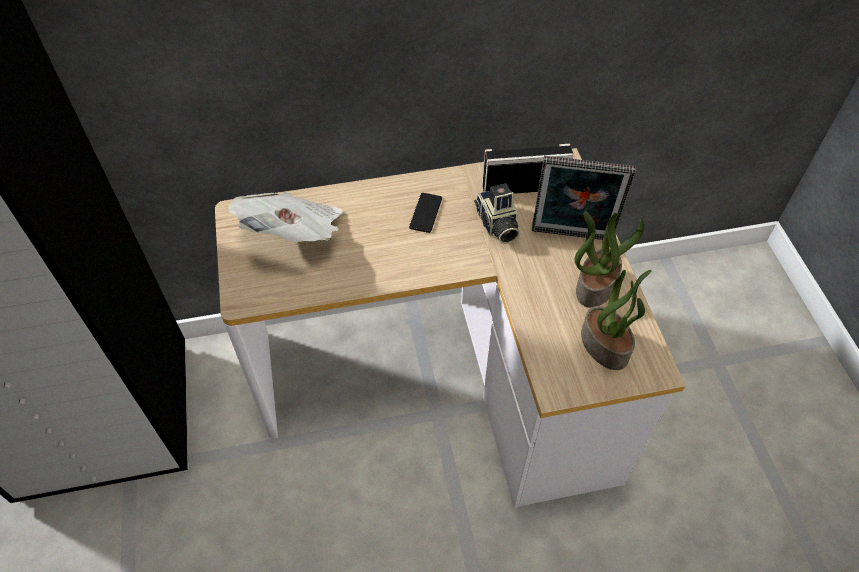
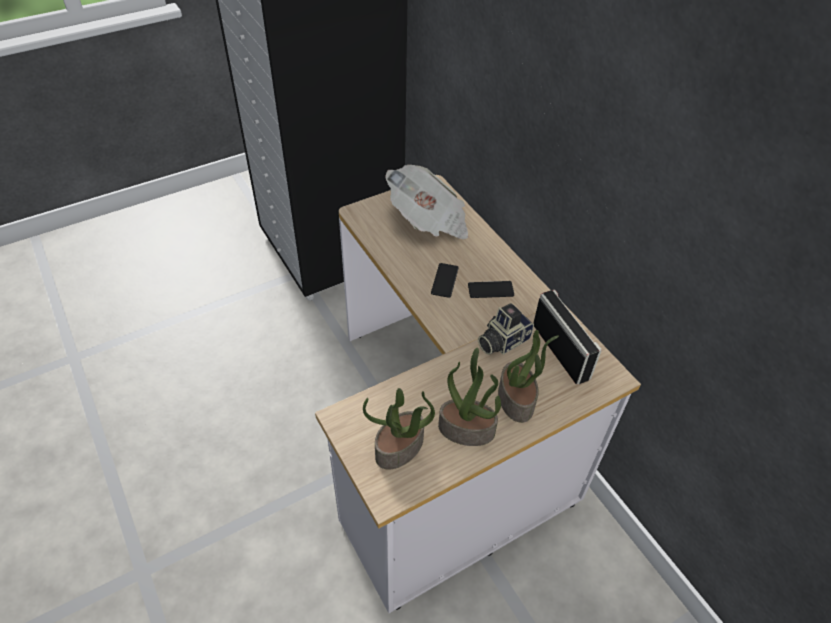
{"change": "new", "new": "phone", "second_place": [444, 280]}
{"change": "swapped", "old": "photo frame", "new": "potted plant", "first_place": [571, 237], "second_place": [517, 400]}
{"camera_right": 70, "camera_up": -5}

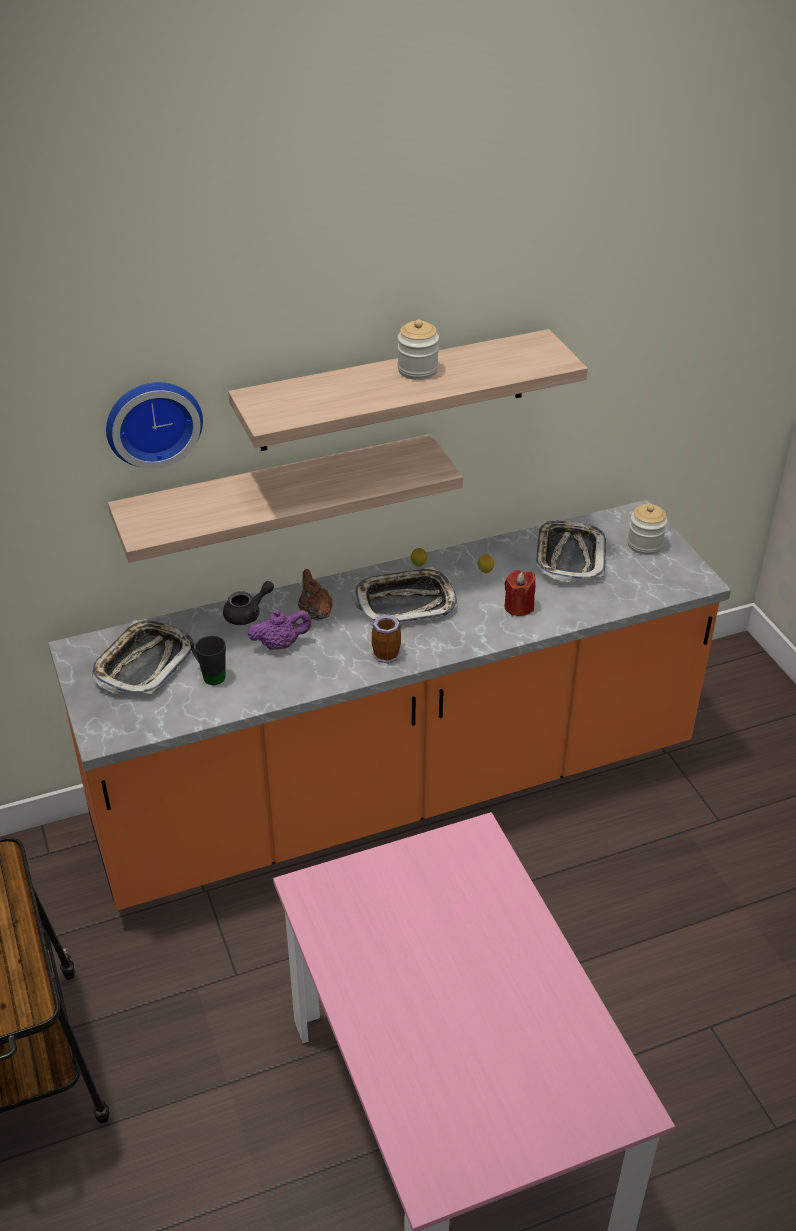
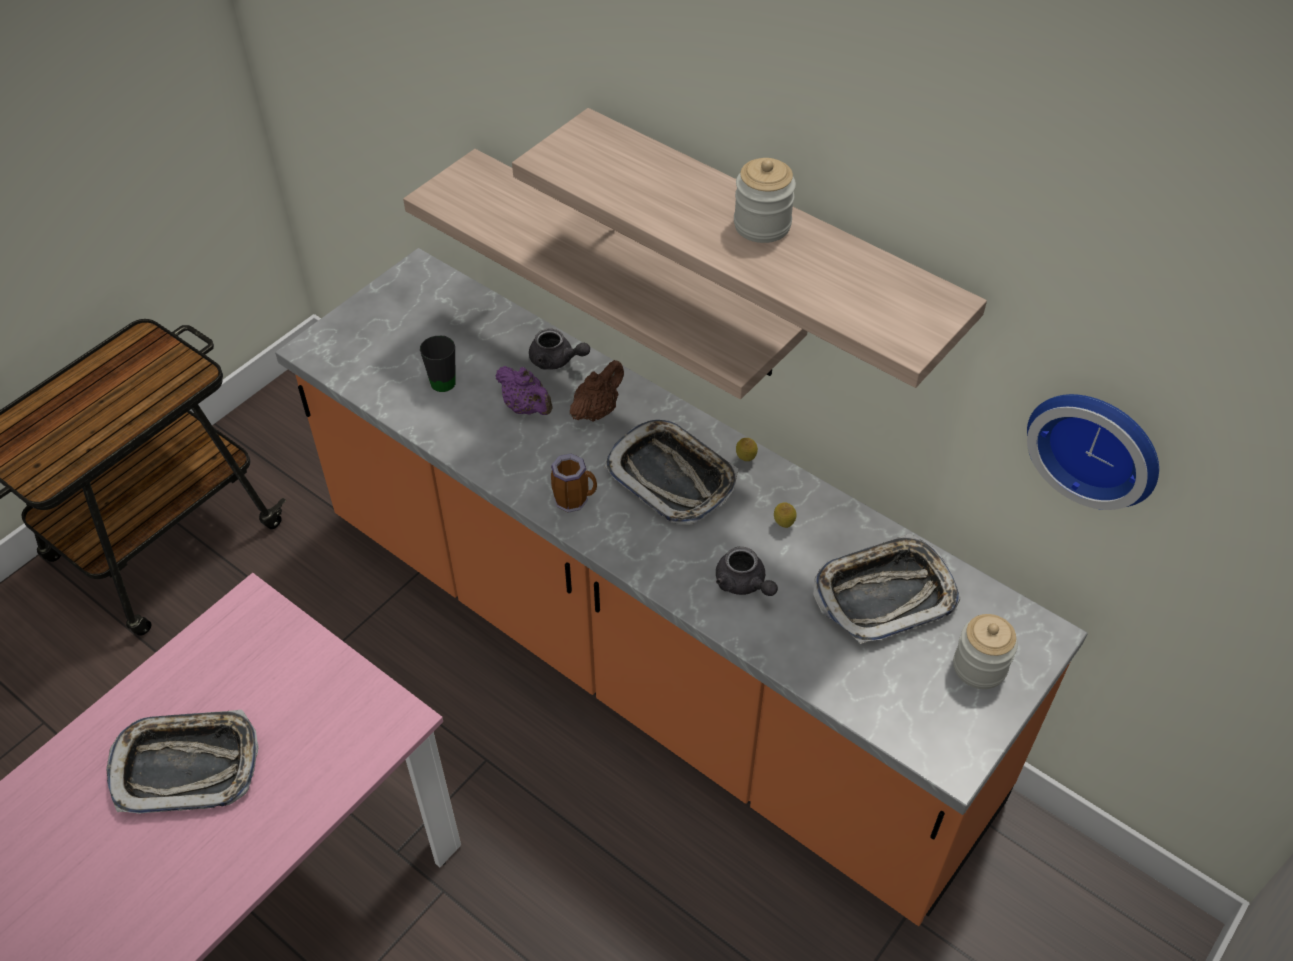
{"change": "shifted", "old": "carrying tray", "first_place": [144, 663], "second_place": [186, 766]}
{"change": "shifted", "old": "clock on the wall", "first_place": [152, 421], "second_place": [1097, 444]}
{"change": "swapped", "old": "candle (reddish)", "new": "teapot (grey)", "first_place": [519, 607], "second_place": [744, 584]}
{"camera_right": 60, "camera_up": 10}

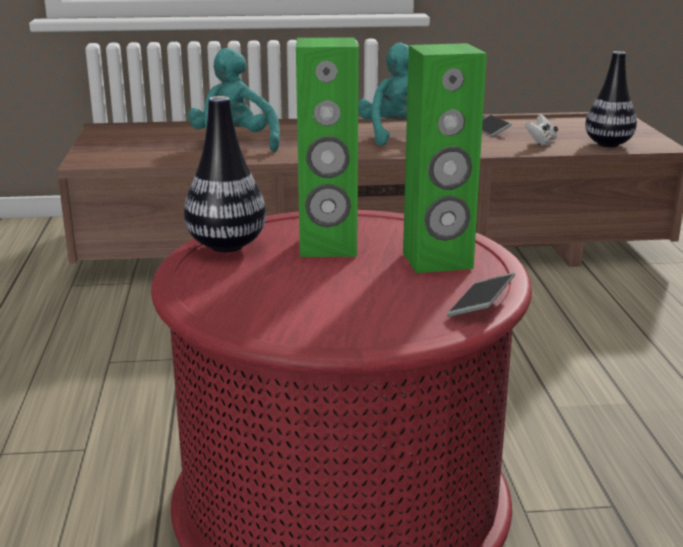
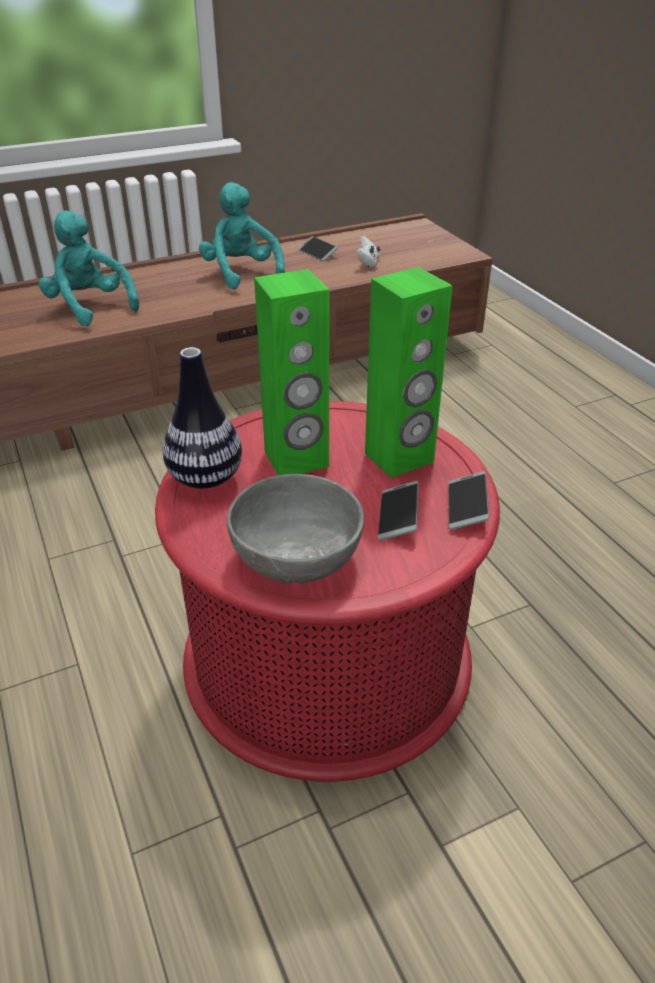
{"change": "gone", "old": "decorative vase", "first_place": [608, 144]}
{"change": "new", "new": "deep dish (grey)", "second_place": [297, 554]}
{"change": "new", "new": "phone", "second_place": [398, 517]}
{"camera_right": -20, "camera_up": 15}

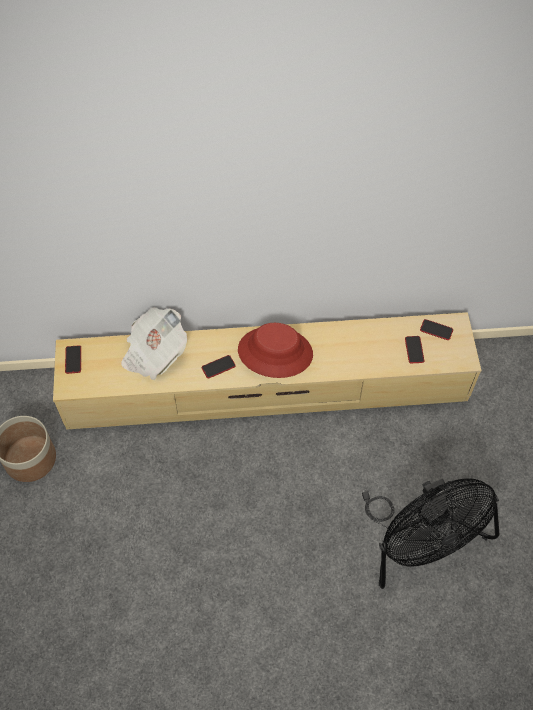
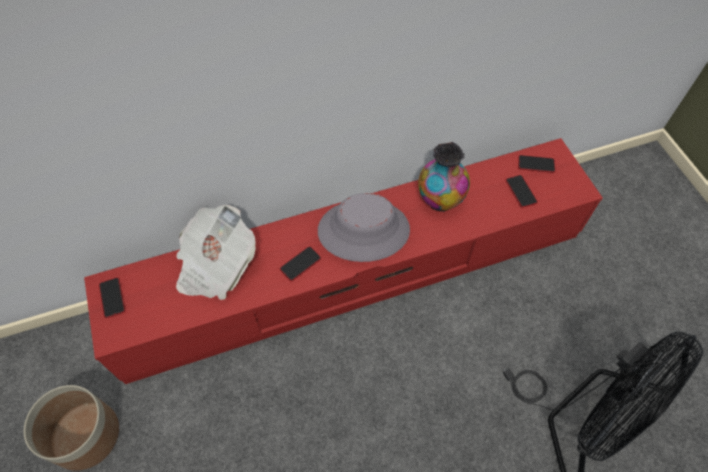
{"change": "new", "new": "decorative vase", "second_place": [439, 200]}
{"change": "repainted", "old": "tv stand (beige)", "new": "tv stand (reddish)", "first_place": [266, 387], "second_place": [353, 273]}
{"change": "repainted", "old": "clothing hat (reddish)", "new": "clothing hat (grey)", "first_place": [275, 352], "second_place": [363, 230]}
{"camera_right": -15, "camera_up": 0}

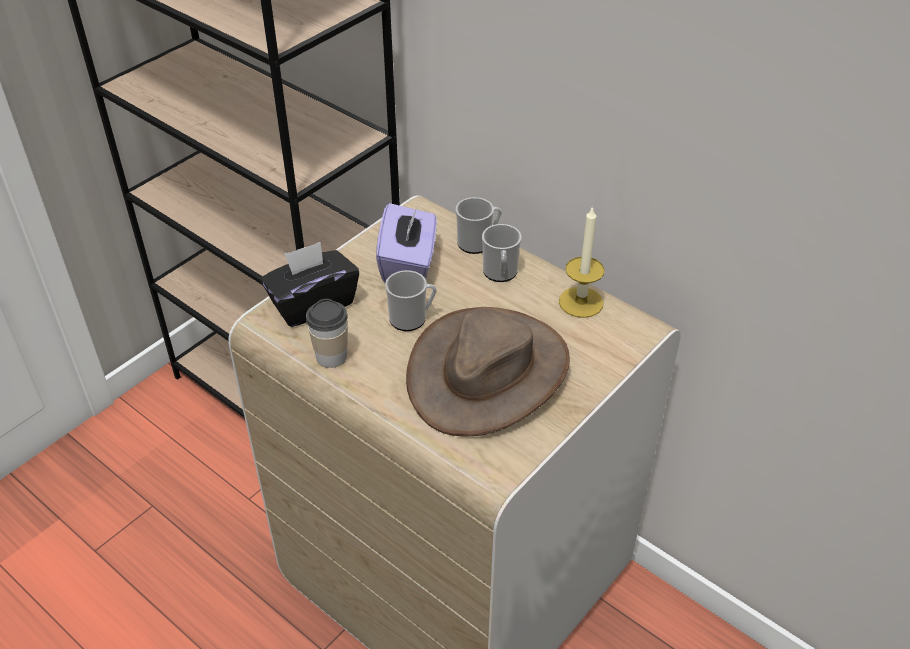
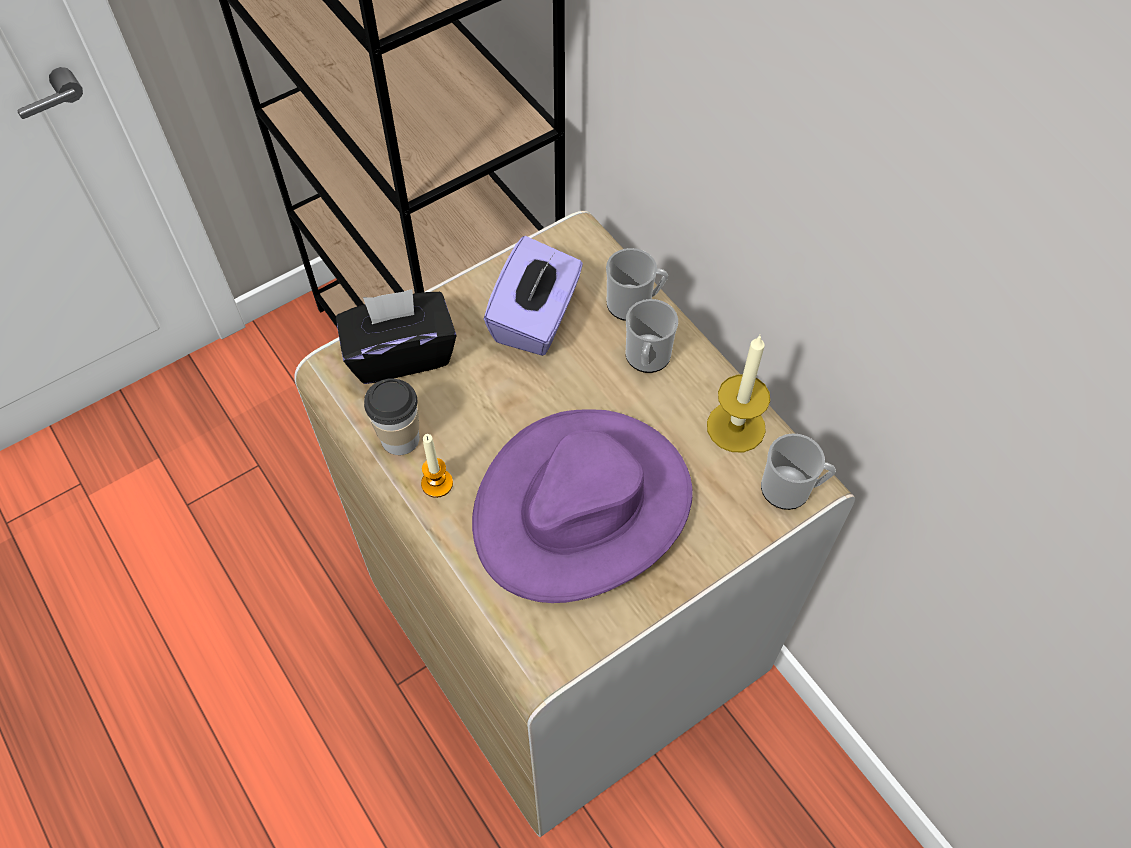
{"change": "new", "new": "candle", "second_place": [437, 483]}
{"change": "shifted", "old": "coffee mug", "first_place": [412, 318], "second_place": [791, 489]}
{"change": "repainted", "old": "clothing hat (brownish)", "new": "clothing hat (purplish)", "first_place": [487, 372], "second_place": [582, 506]}
{"camera_right": 15, "camera_up": 15}

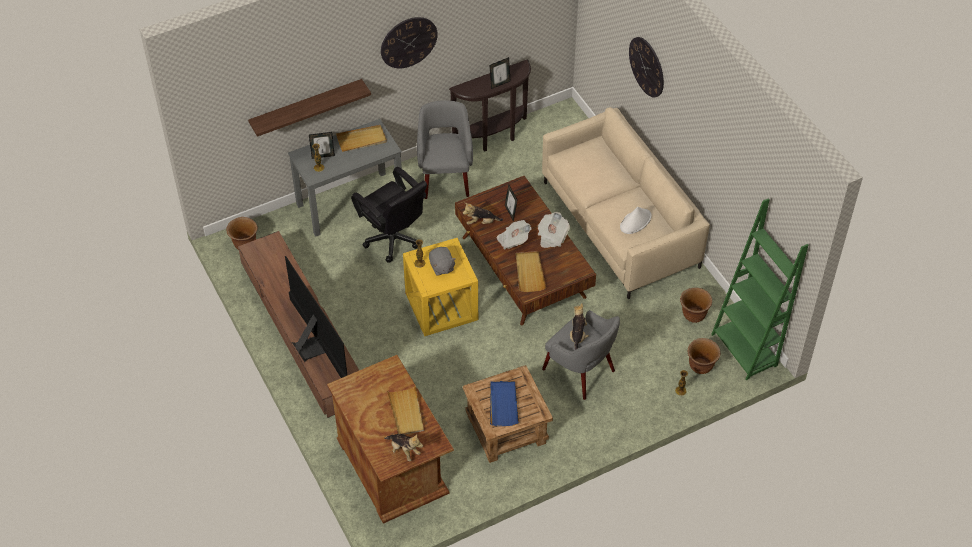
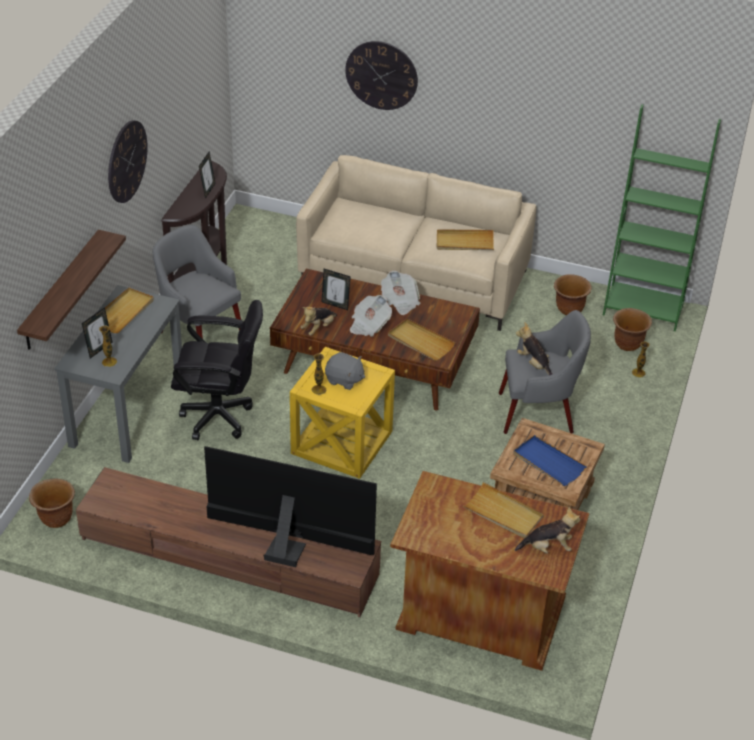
{"change": "swapped", "old": "clothing hat (white)", "new": "carrying tray (beige)", "first_place": [635, 221], "second_place": [464, 242]}
{"camera_right": -45, "camera_up": -10}

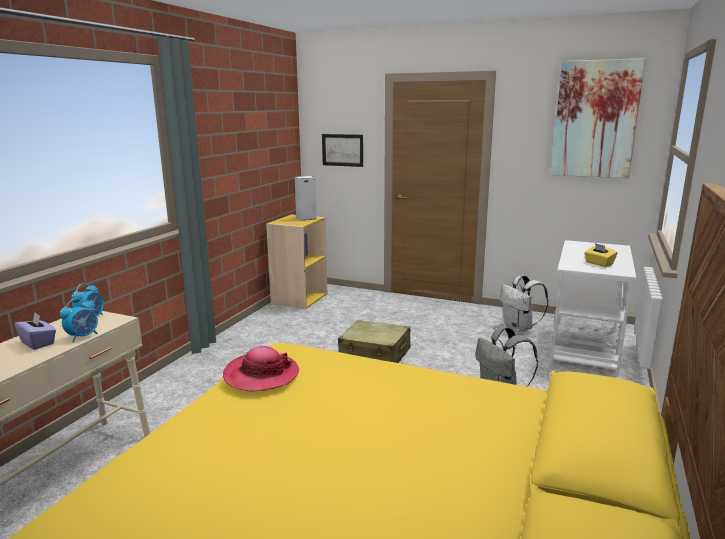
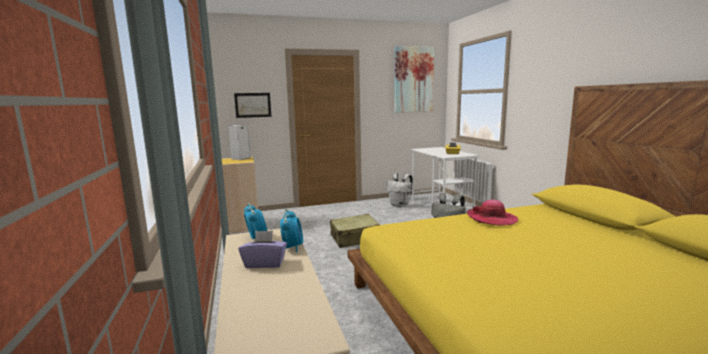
{"change": "shifted", "old": "clothing hat", "first_place": [261, 375], "second_place": [491, 219]}
{"camera_right": -40, "camera_up": -5}

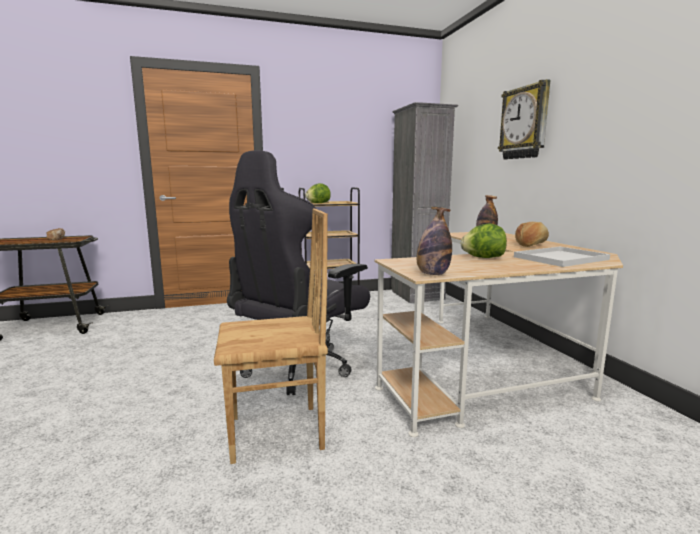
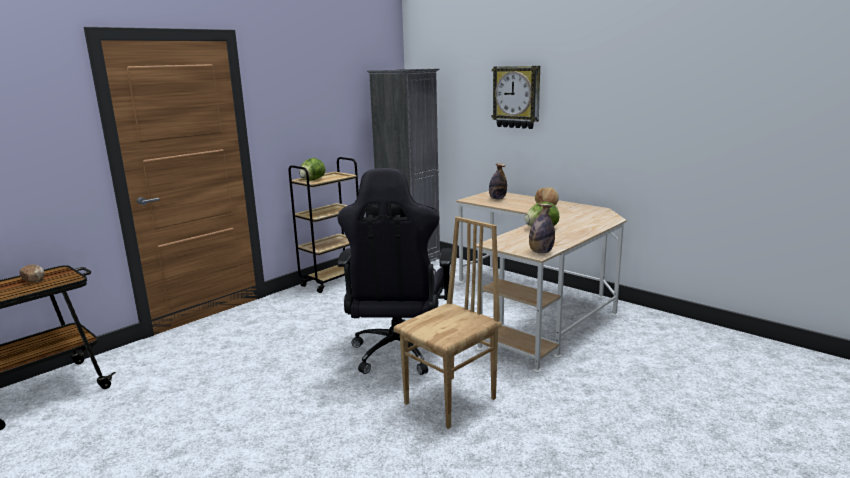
{"change": "gone", "old": "carrying tray (white)", "first_place": [560, 258]}
{"camera_right": -30, "camera_up": 5}

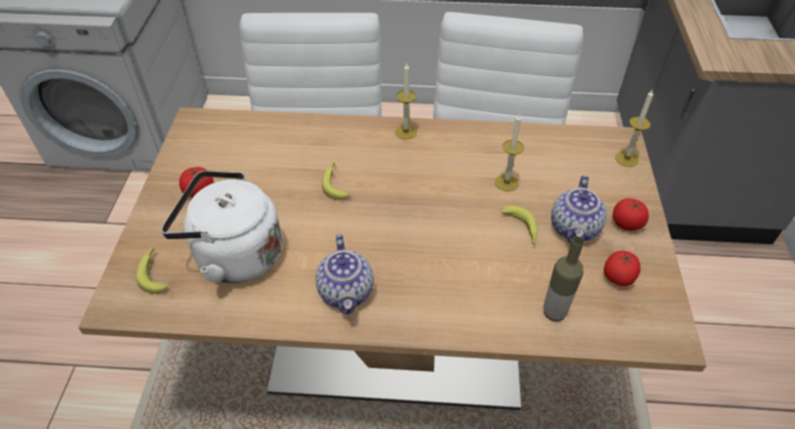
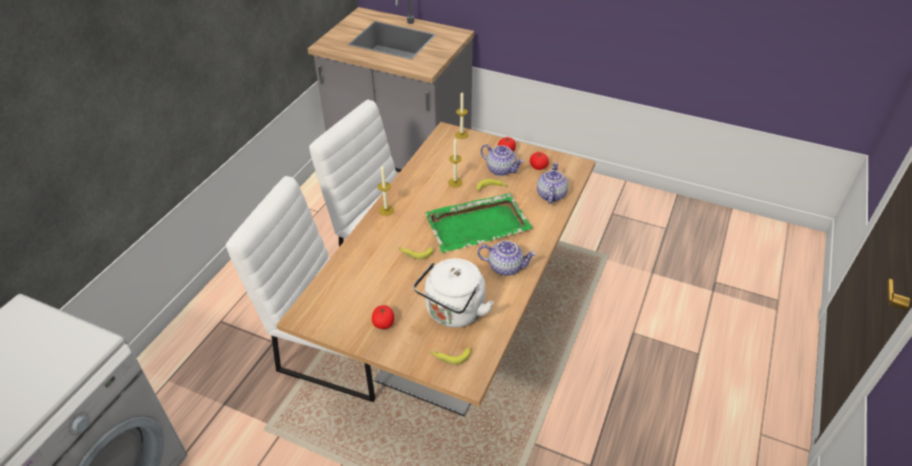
{"change": "new", "new": "carrying tray (green)", "second_place": [478, 224]}
{"change": "swapped", "old": "bottle", "new": "teapot", "first_place": [554, 312], "second_place": [550, 195]}
{"camera_right": -70, "camera_up": -5}

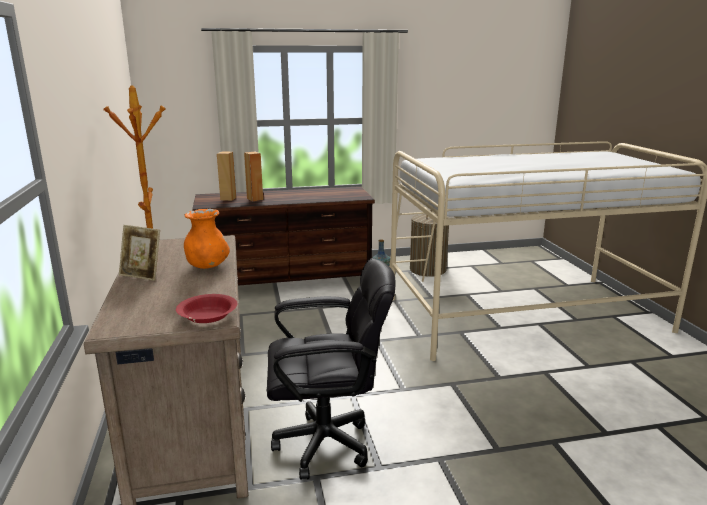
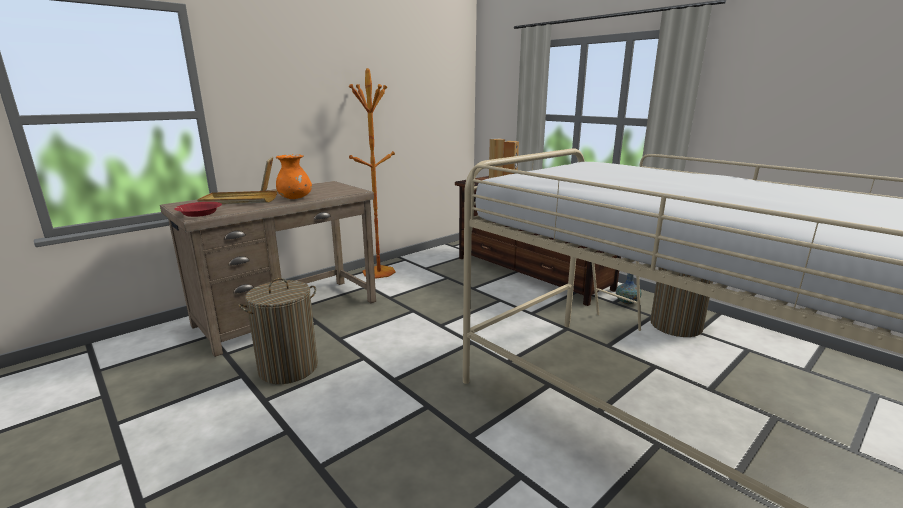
{"change": "new", "new": "carrying tray (beige)", "second_place": [238, 201]}
{"change": "swapped", "old": "office chair (black)", "new": "washing basket", "first_place": [329, 443], "second_place": [288, 368]}
{"camera_right": 60, "camera_up": 0}

